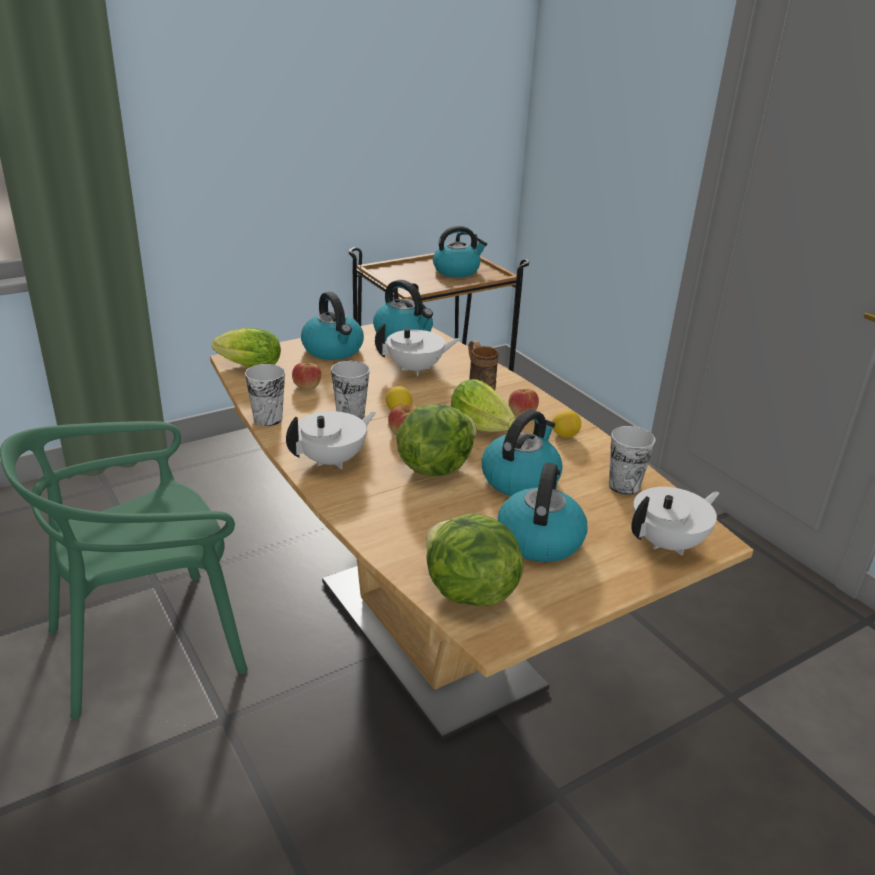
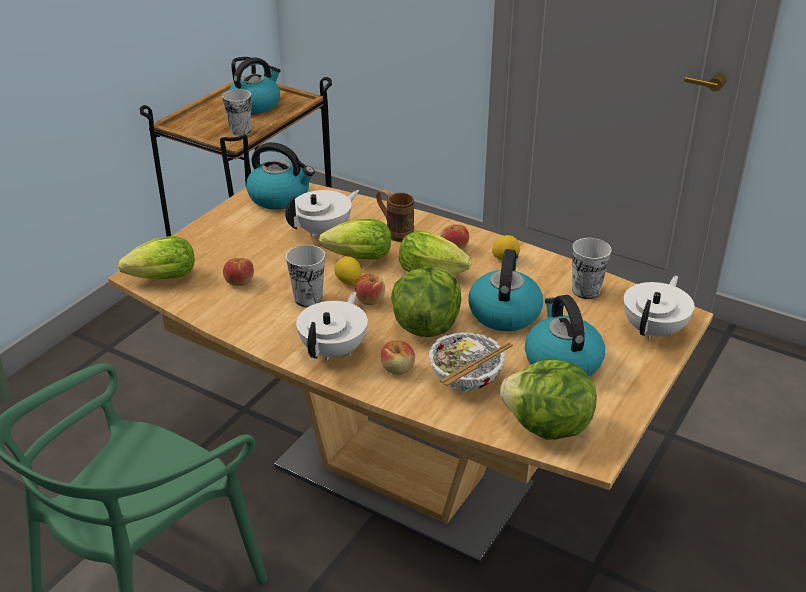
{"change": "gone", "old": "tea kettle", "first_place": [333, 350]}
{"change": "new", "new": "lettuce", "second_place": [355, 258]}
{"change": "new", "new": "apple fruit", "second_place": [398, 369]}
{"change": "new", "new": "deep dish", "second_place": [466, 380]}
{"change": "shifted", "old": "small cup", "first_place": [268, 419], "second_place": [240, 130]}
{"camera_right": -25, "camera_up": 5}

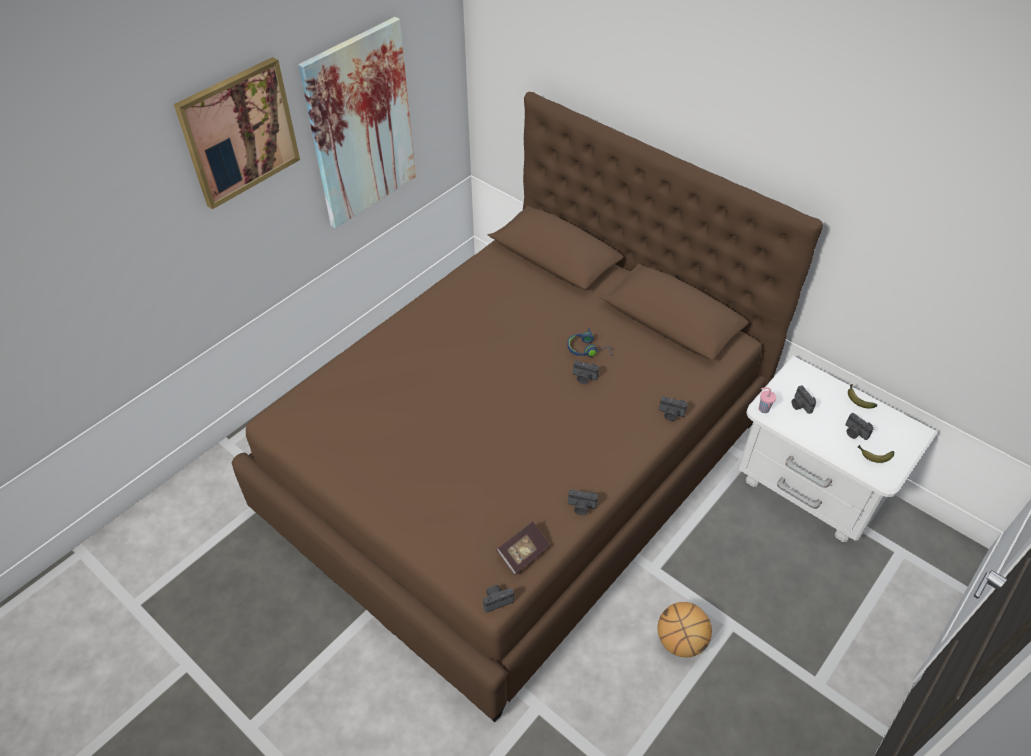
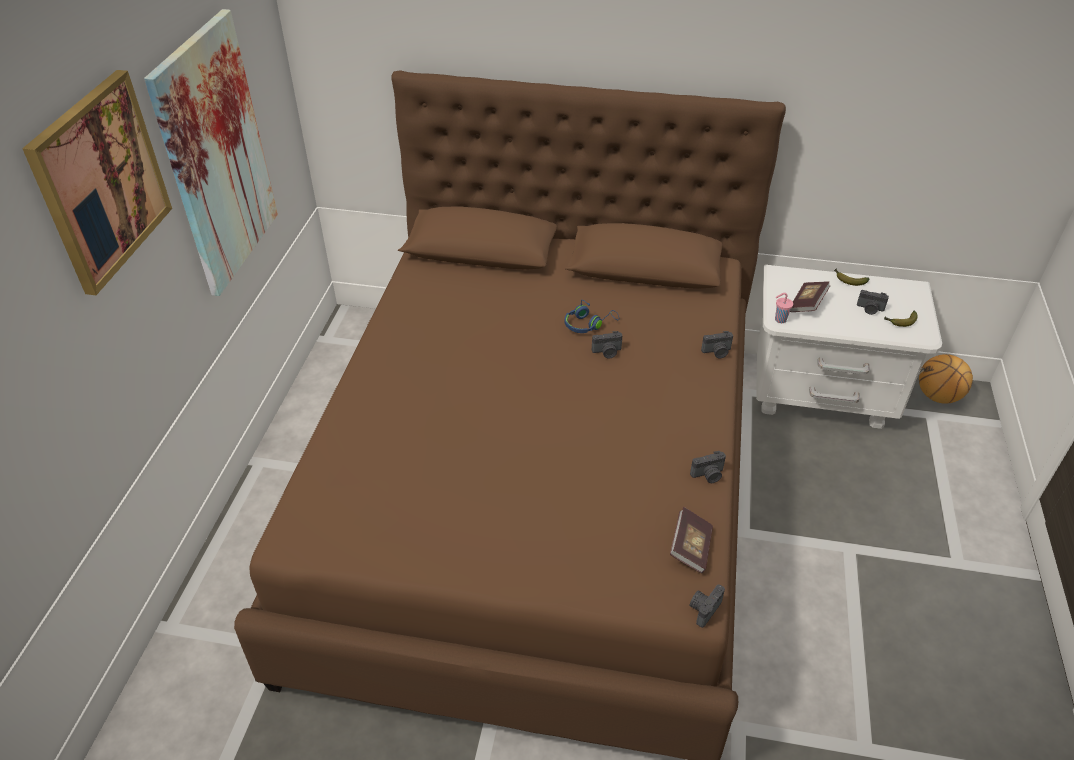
{"change": "shifted", "old": "ball for basketball", "first_place": [680, 641], "second_place": [937, 396]}
{"change": "swapped", "old": "still camera", "new": "bound book", "first_place": [800, 405], "second_place": [807, 304]}
{"camera_right": -30, "camera_up": -5}

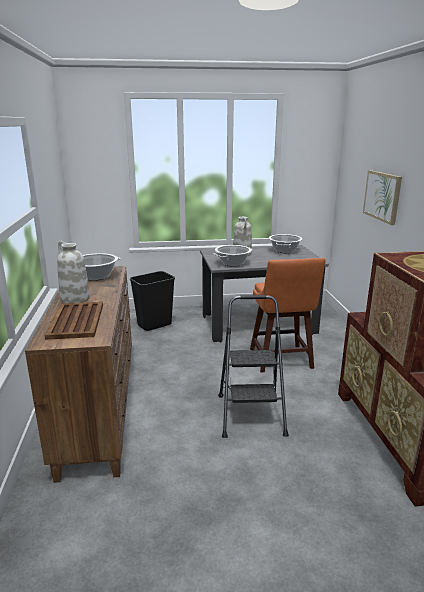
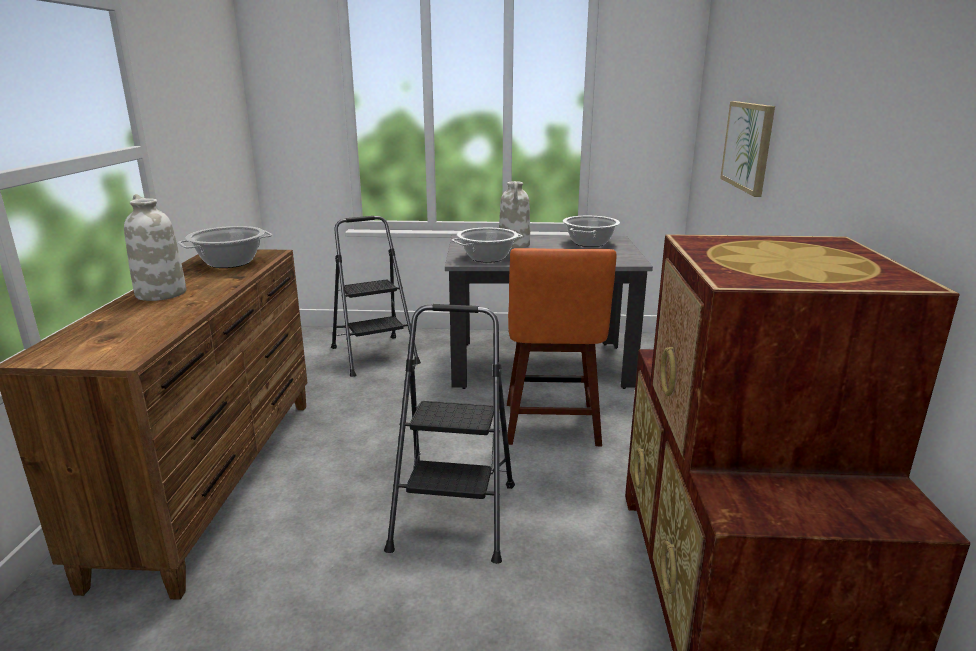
{"change": "gone", "old": "carrying tray (brownish)", "first_place": [76, 321]}
{"change": "swapped", "old": "trash can (black)", "new": "stepladder (black)", "first_place": [154, 325], "second_place": [374, 353]}
{"camera_right": 10, "camera_up": 0}

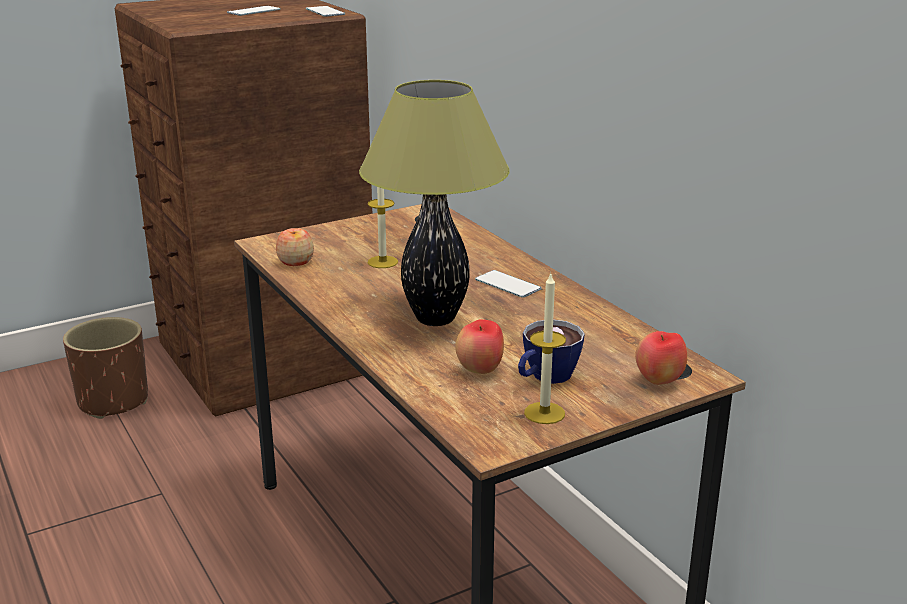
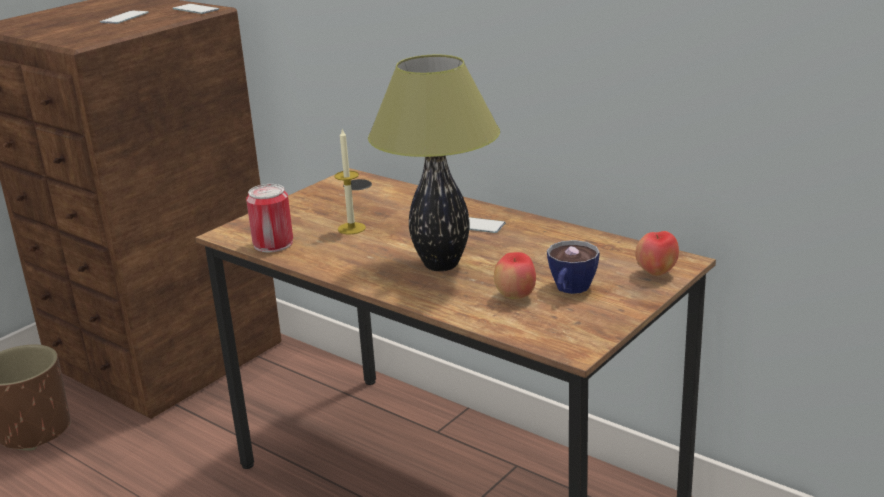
{"change": "gone", "old": "candle", "first_place": [544, 413]}
{"change": "swapped", "old": "apple fruit", "new": "sealed can", "first_place": [295, 262], "second_place": [273, 244]}
{"camera_right": -20, "camera_up": 0}

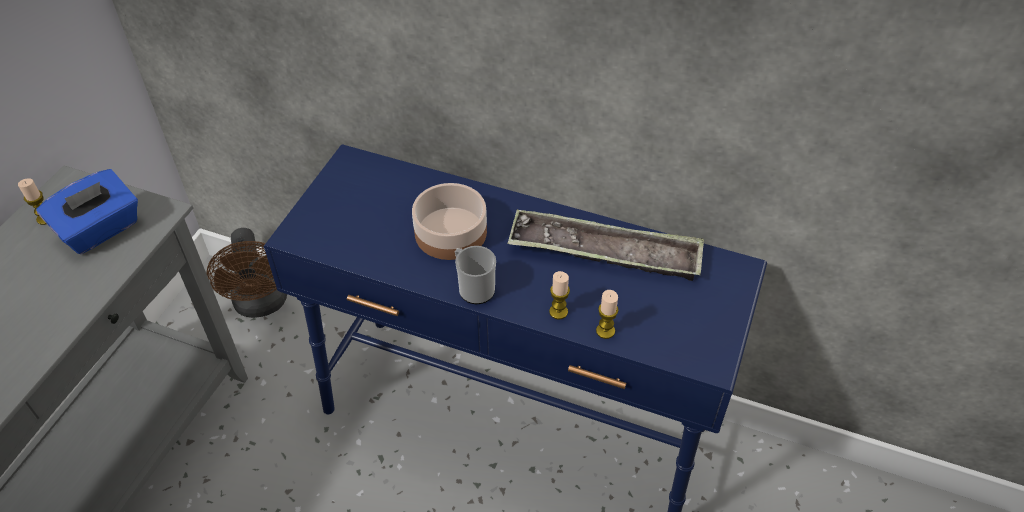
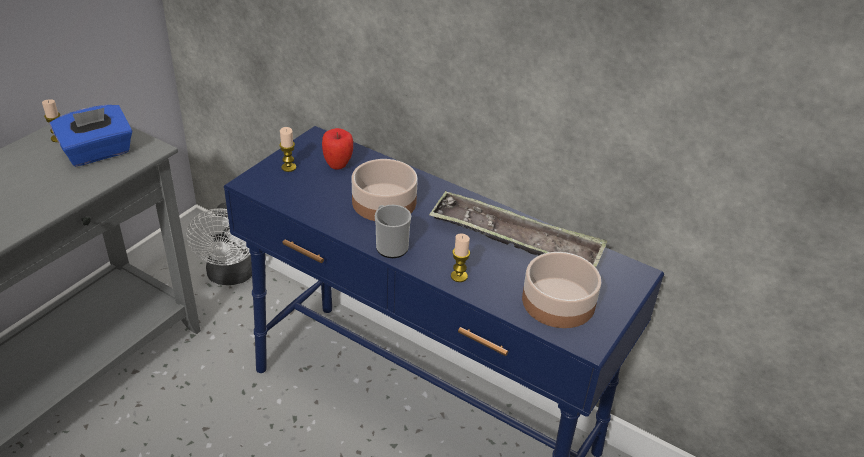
{"change": "new", "new": "apple fruit", "second_place": [338, 165]}
{"change": "new", "new": "deep dish", "second_place": [557, 302]}
{"change": "shifted", "old": "candle", "first_place": [605, 331], "second_place": [288, 167]}
{"change": "repainted", "old": "electric fan (brownish)", "new": "electric fan (white)", "first_place": [261, 304], "second_place": [230, 276]}
{"camera_right": 10, "camera_up": -10}

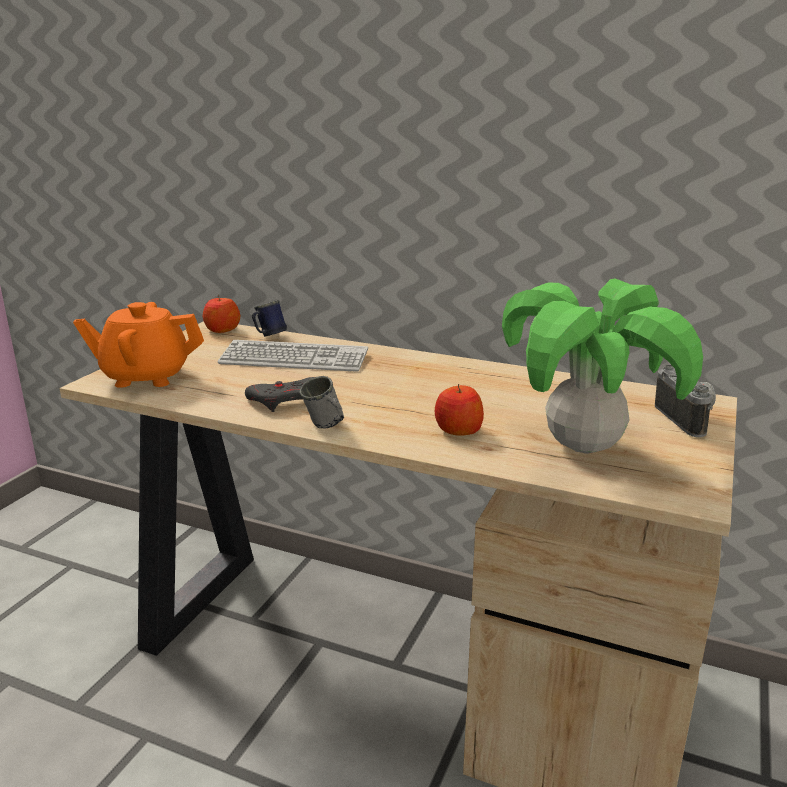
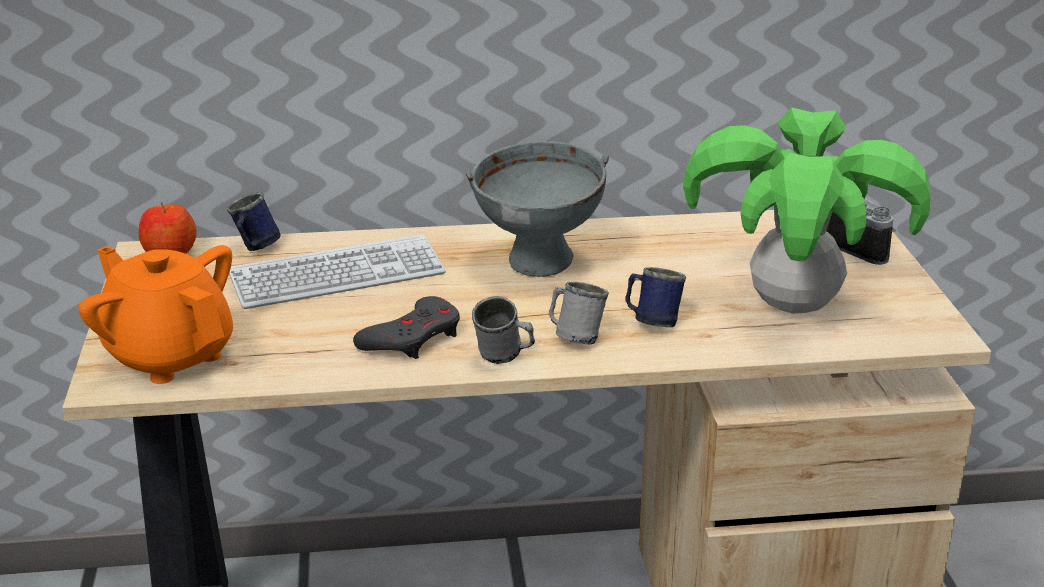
{"change": "new", "new": "deep dish (grey)", "second_place": [540, 267]}
{"change": "new", "new": "coffee mug (grey)", "second_place": [574, 338]}
{"change": "swapped", "old": "apple fruit", "new": "coffee mug (bluish)", "first_place": [458, 430], "second_place": [652, 322]}
{"change": "rotated", "old": "teapot (orange-coloured)", "first_place": [146, 377], "second_place": [169, 356], "degrees": 75}
{"camera_right": -30, "camera_up": 5}

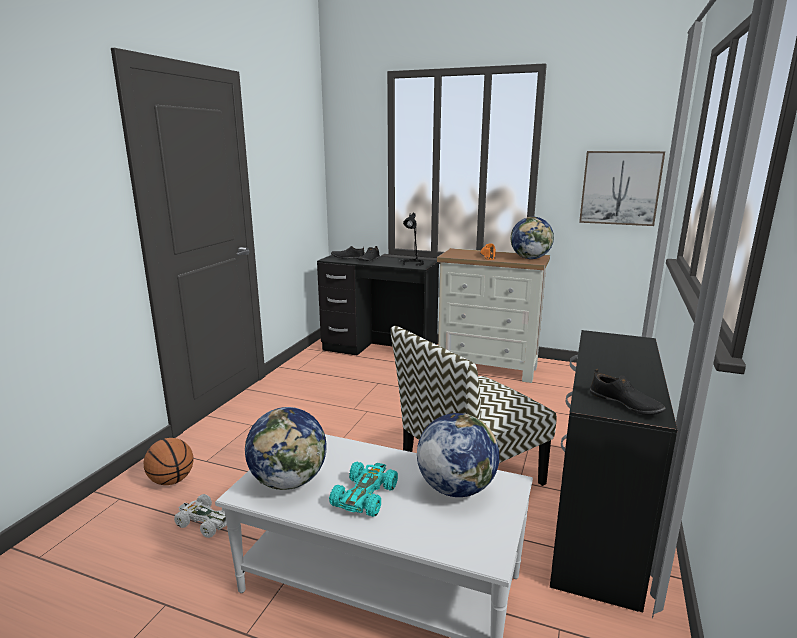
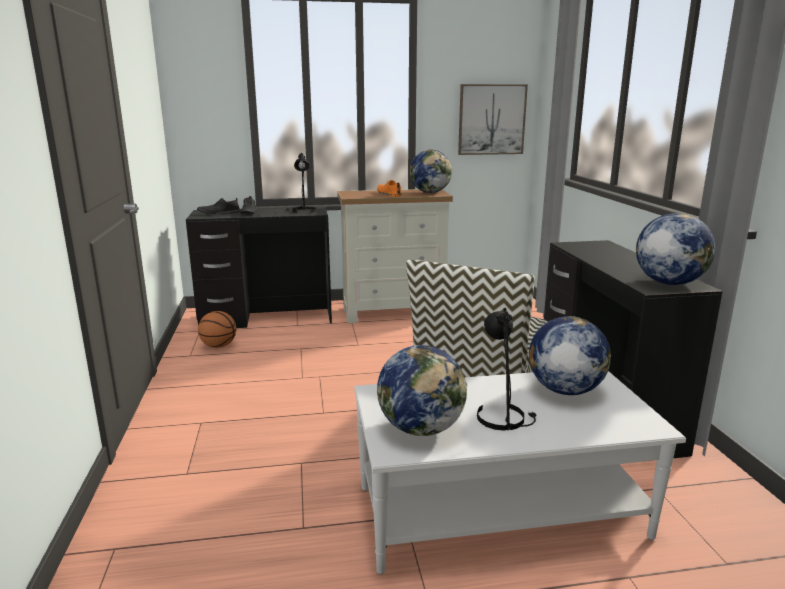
{"change": "gone", "old": "model car (white)", "first_place": [205, 521]}
{"change": "shifted", "old": "ball for basketball", "first_place": [171, 480], "second_place": [218, 346]}
{"change": "swapped", "old": "model car (turquoise-coloured)", "new": "table lamp (black)", "first_place": [365, 495], "second_place": [503, 417]}
{"change": "swapped", "old": "shoe (black)", "new": "world globe", "first_place": [625, 404], "second_place": [668, 283]}
{"camera_right": -30, "camera_up": 0}

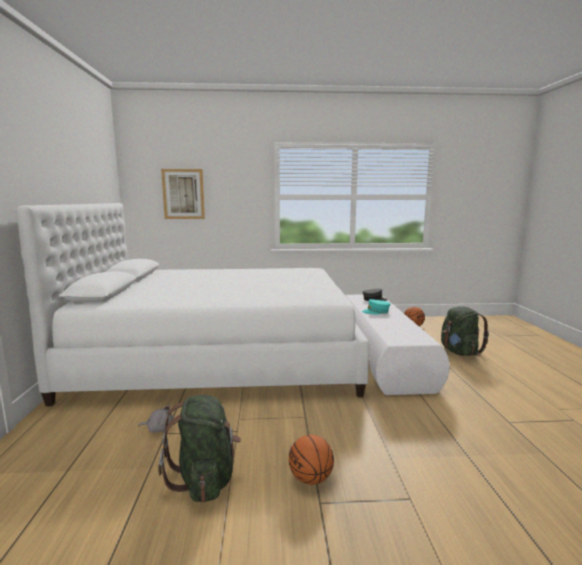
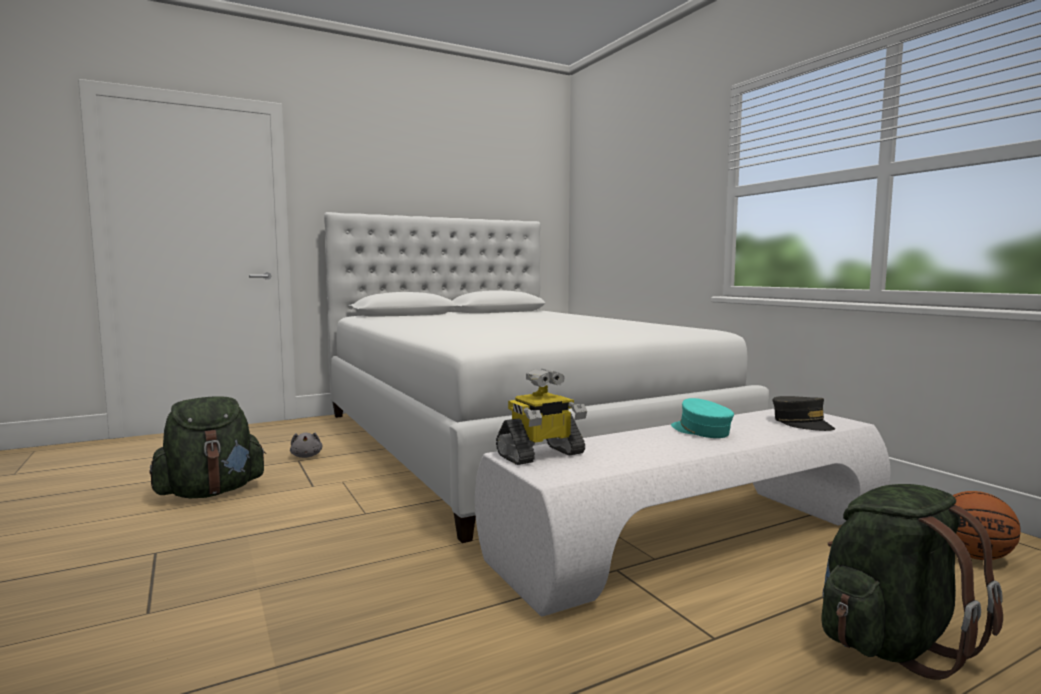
{"change": "gone", "old": "wall art", "first_place": [183, 194]}
{"change": "gone", "old": "ball for basketball", "first_place": [311, 478]}
{"change": "new", "new": "robot figure", "second_place": [541, 455]}
{"camera_right": 65, "camera_up": -5}

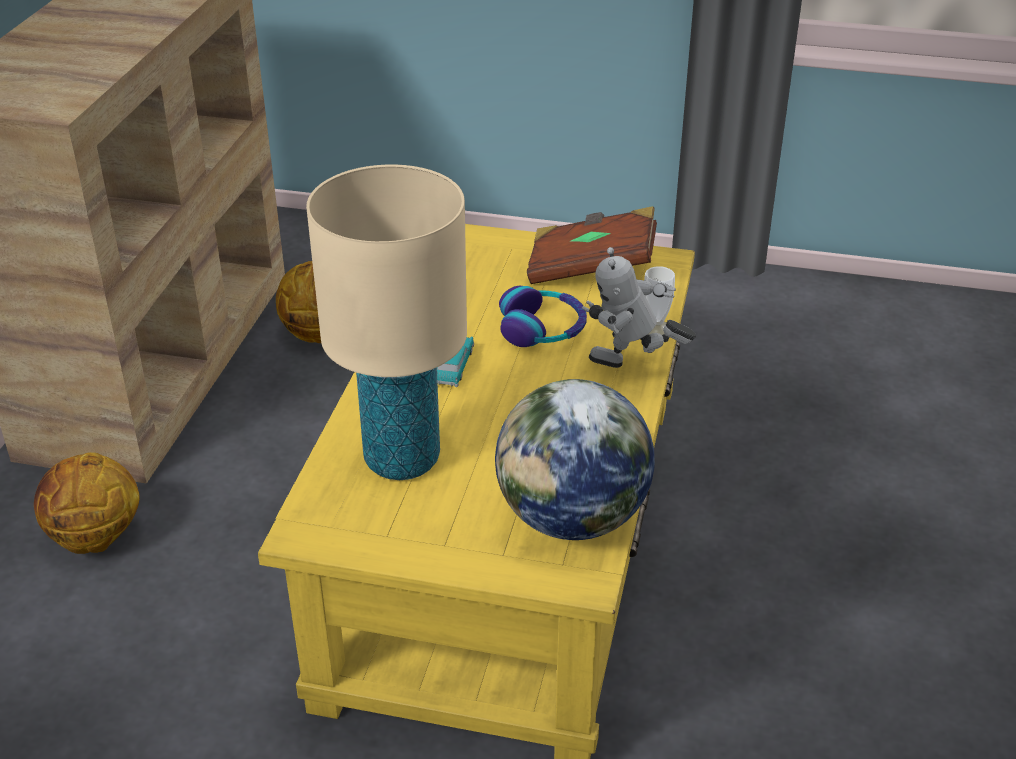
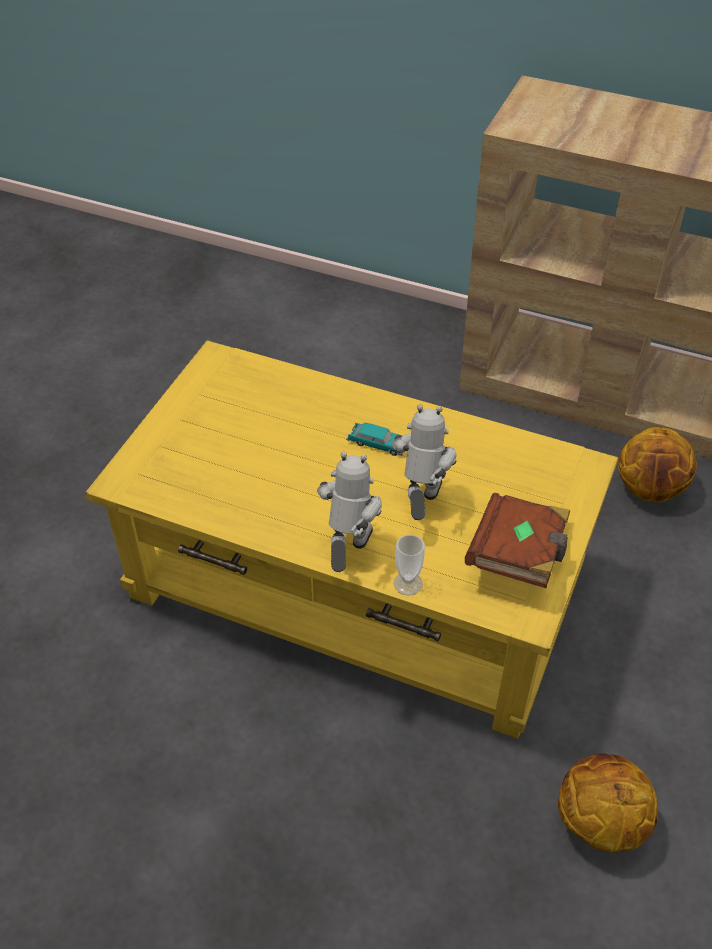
{"change": "gone", "old": "table lamp (beige)", "first_place": [401, 460]}
{"change": "gone", "old": "world globe", "first_place": [572, 519]}
{"change": "shifted", "old": "ball for basketball", "first_place": [95, 539], "second_place": [598, 823]}
{"change": "swapped", "old": "headphones", "new": "robot figure", "first_place": [542, 329], "second_place": [421, 504]}
{"camera_right": 100, "camera_up": 10}

